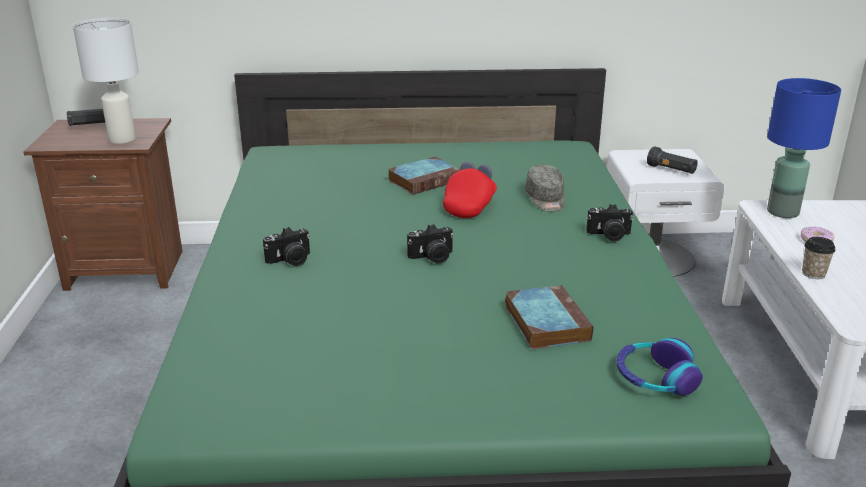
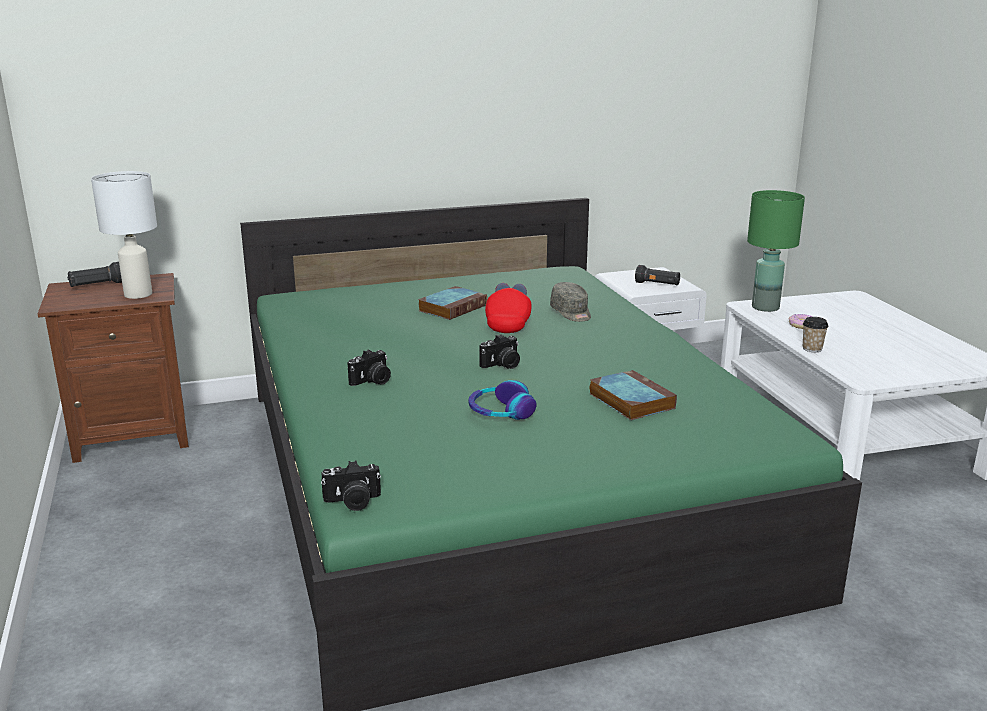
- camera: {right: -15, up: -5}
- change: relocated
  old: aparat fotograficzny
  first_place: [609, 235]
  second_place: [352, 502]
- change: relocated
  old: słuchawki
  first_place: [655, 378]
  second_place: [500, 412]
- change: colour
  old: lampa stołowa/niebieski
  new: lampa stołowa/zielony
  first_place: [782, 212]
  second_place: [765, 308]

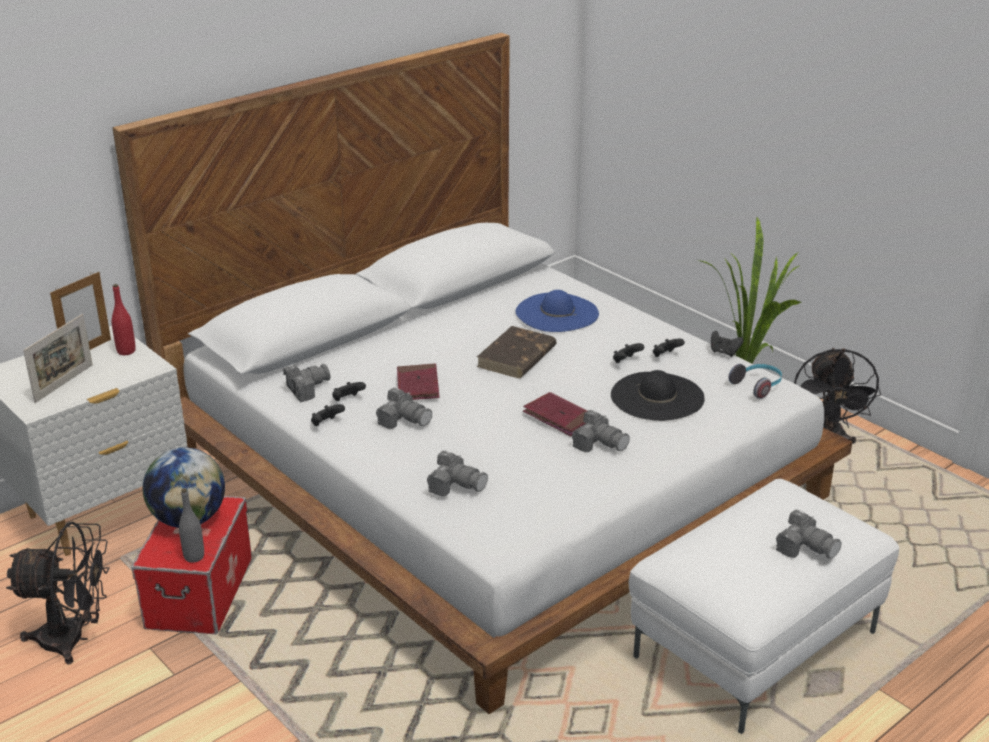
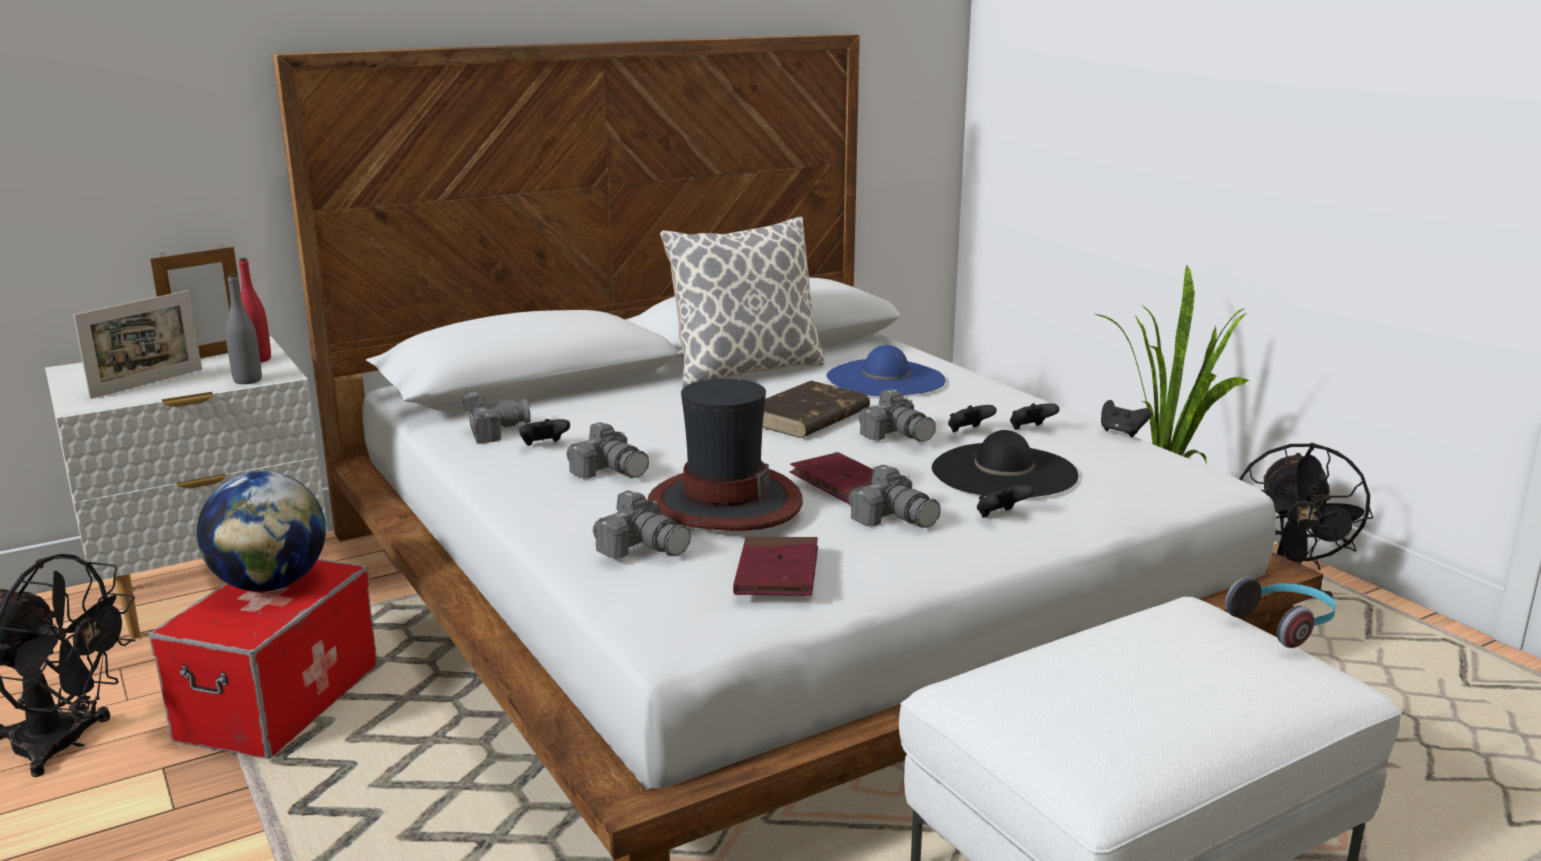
- camera: {right: 10, up: -10}
- change: appeared
  new: kapelusz
  second_place: [724, 503]
- change: appeared
  new: poduszka
  second_place: [745, 371]
- change: relocated
  old: butelka/szary
  first_place: [194, 556]
  second_place: [247, 380]
- change: relocated
  old: pad do gier/czarny
  first_place: [326, 424]
  second_place: [1000, 516]
- change: relocated
  old: książka/czerwony
  first_place: [417, 385]
  second_place: [777, 572]
- change: relocated
  old: słuchawki
  first_place: [757, 386]
  second_place: [1285, 625]
- change: relocated
  old: aparat fotograficzny
  first_place: [806, 547]
  second_place: [897, 434]

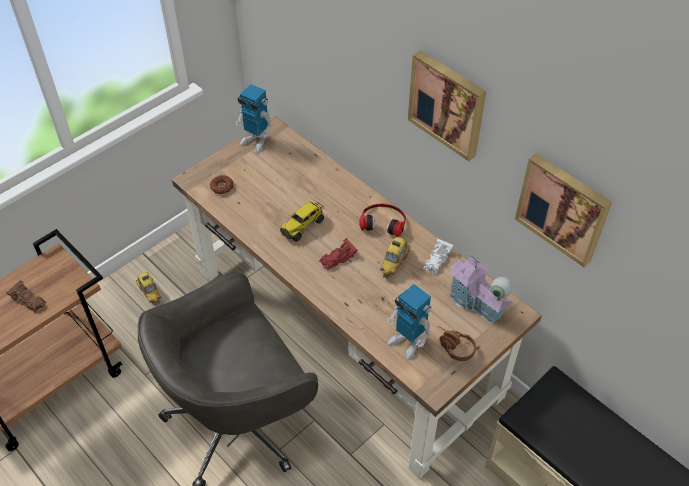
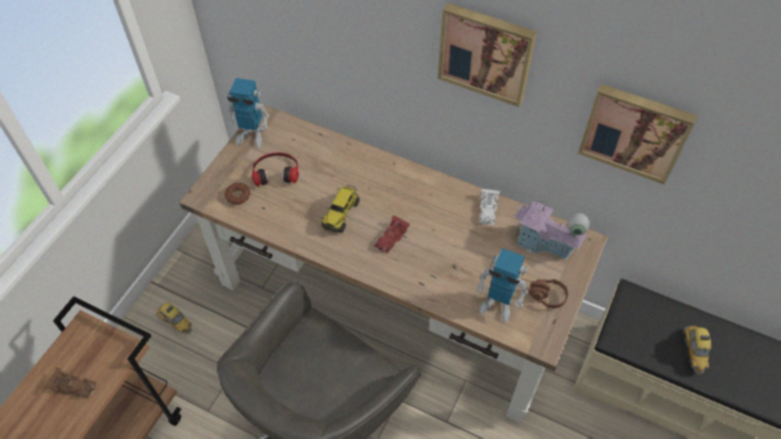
- camera: {right: -20, up: 5}
- change: relocated
  old: słuchawki
  first_place: [383, 221]
  second_place: [276, 171]
- change: relocated
  old: samochodzik
  first_place: [394, 263]
  second_place: [694, 352]

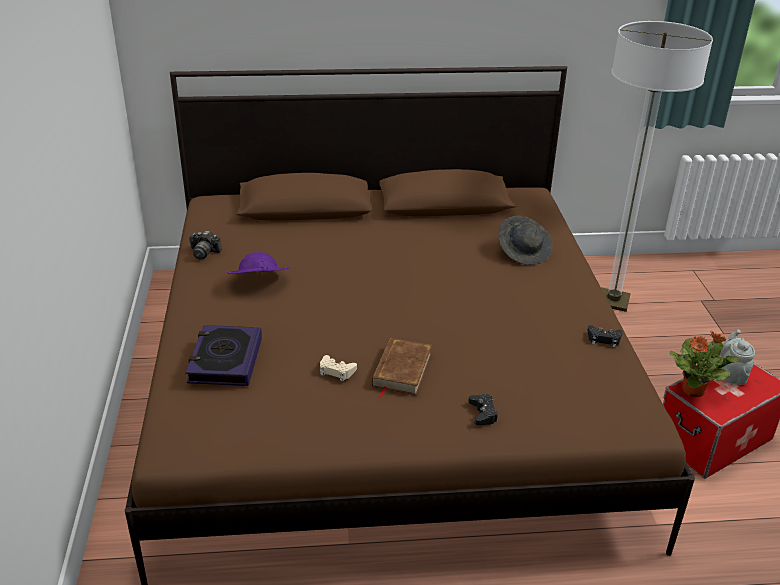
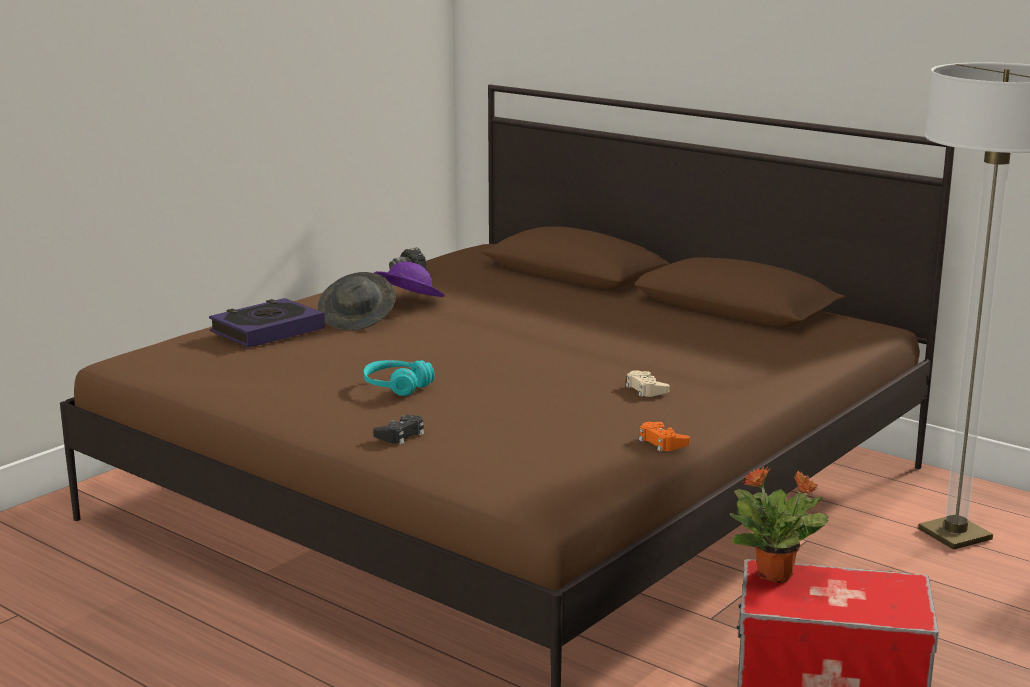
- camera: {right: 45, up: -15}
- change: missing
  old: imbryk/szary
  first_place: [732, 374]
- change: relocated
  old: pad do gier/beżowy
  first_place: [336, 371]
  second_place: [646, 389]
- change: relocated
  old: kapelusz/szary
  first_place: [524, 252]
  second_place: [358, 320]
- change: exchanged
  old: książka/brązowy
  new: słuchawki/turkusowy
  first_place: [401, 370]
  second_place: [397, 387]
- change: colour
  old: pad do gier/czarny
  new: pad do gier/pomarańczowy
  first_place: [604, 339]
  second_place: [662, 442]

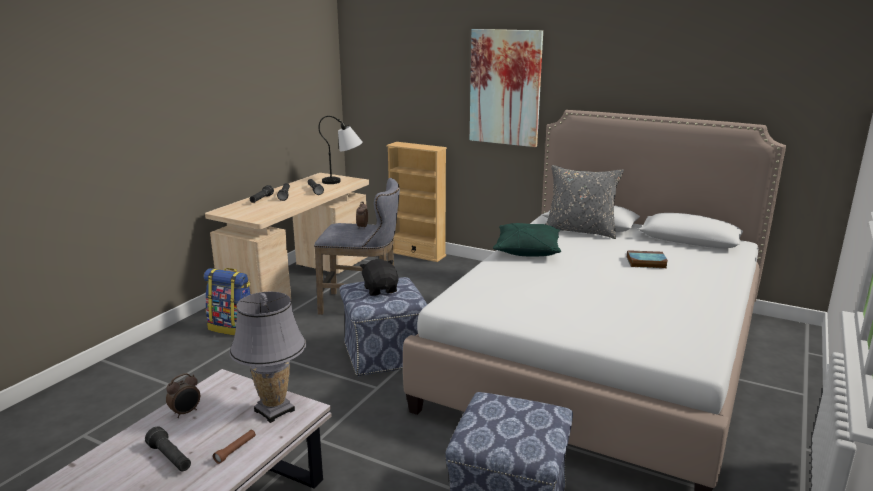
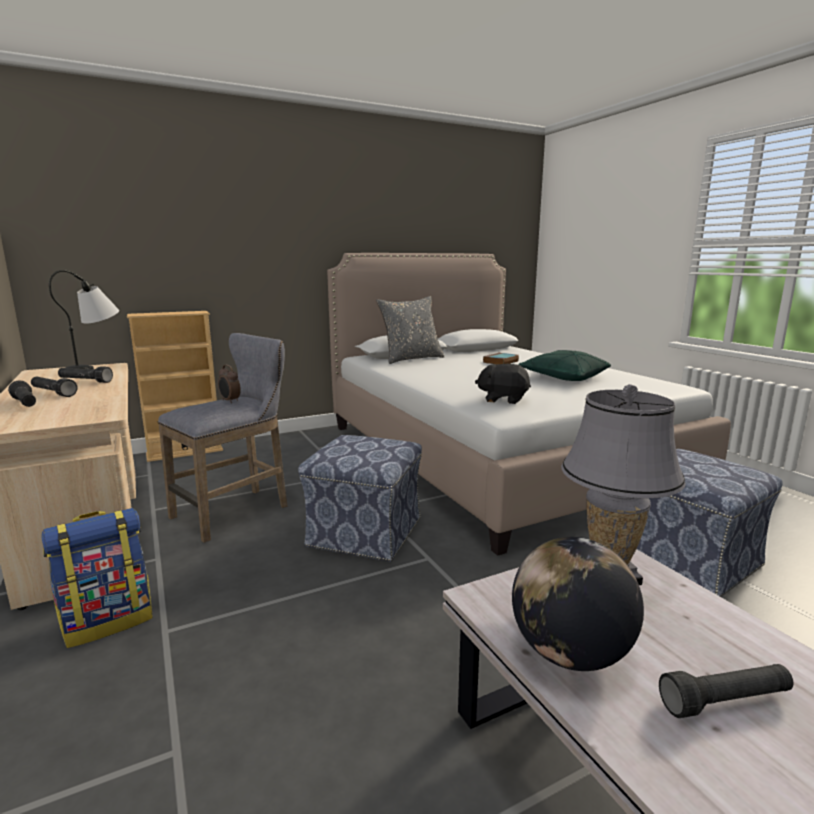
- camera: {right: -55, up: -5}
- change: missing
  old: latarka/brązowy
  first_place: [235, 450]
- change: missing
  old: obraz
  first_place: [505, 88]
- change: relocated
  old: pluszak/czarny
  first_place: [381, 290]
  second_place: [503, 399]
- change: relocated
  old: poduszka/zielony
  first_place: [527, 250]
  second_place: [563, 378]
- change: exchanged
  old: budzik
  new: globus
  first_place: [186, 412]
  second_place: [570, 654]

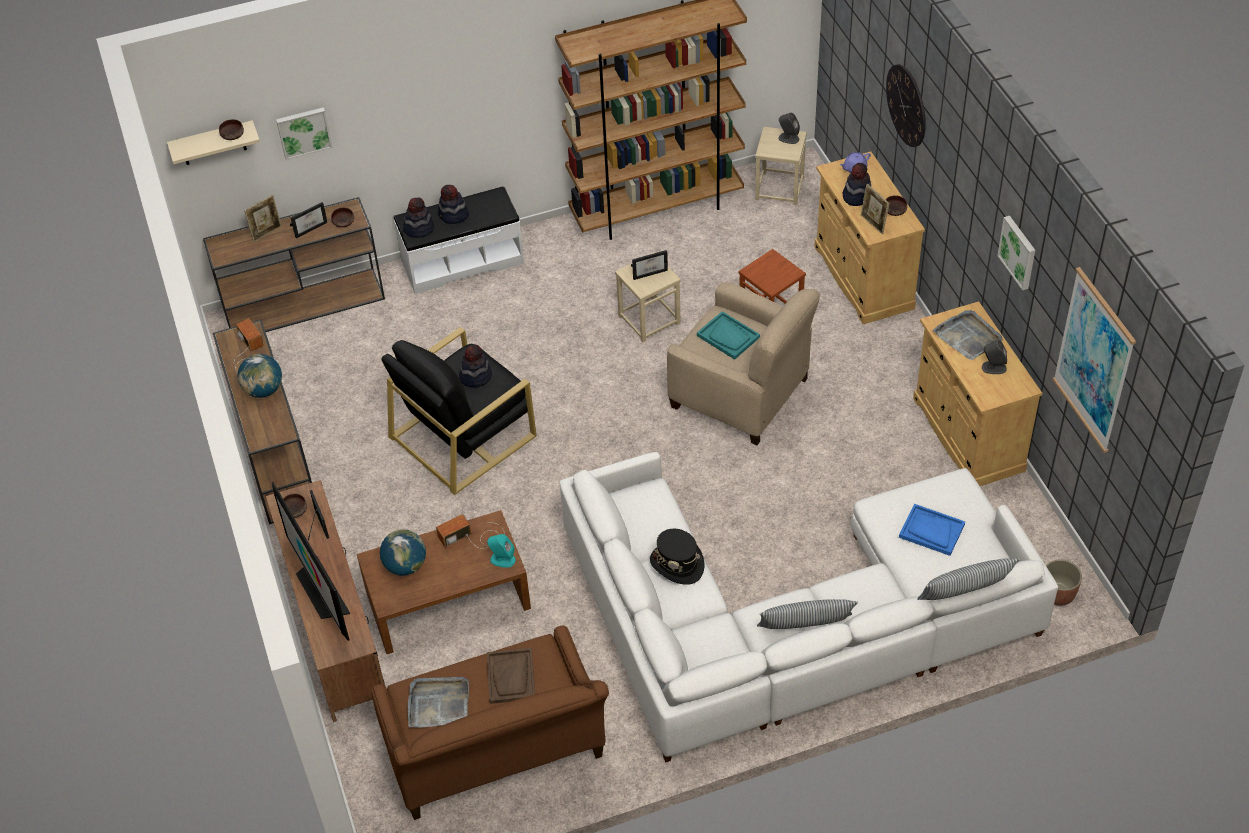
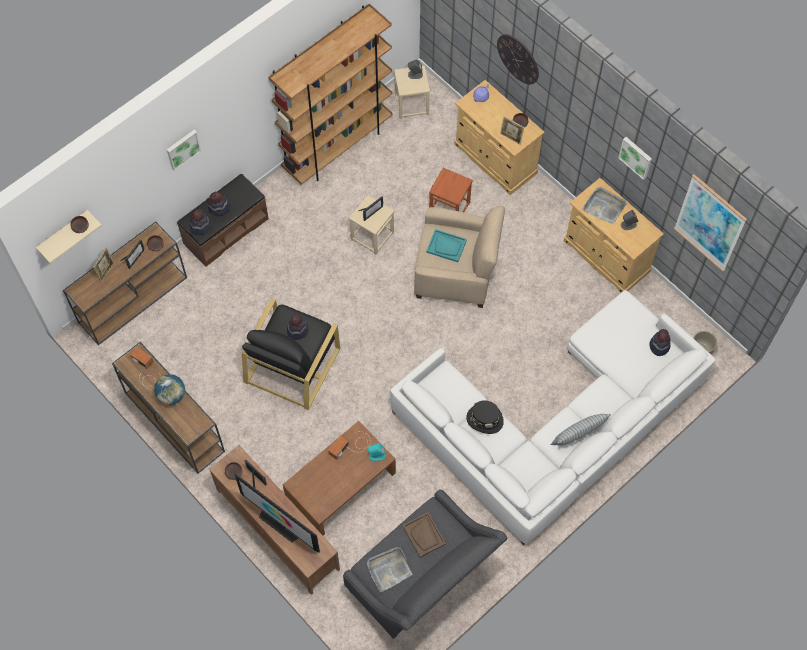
- camera: {right: -25, up: 15}
- change: missing
  old: globus
  first_place: [405, 566]
- change: missing
  old: taca/niebieski
  first_place: [931, 531]
- change: missing
  old: poduszka
  first_place: [965, 592]
- change: relocated
  old: obraz
  first_place: [304, 132]
  second_place: [182, 149]
- change: relocated
  old: kapelusz
  first_place: [856, 196]
  second_place: [659, 346]
- change: colour
  old: kanapa/brązowy
  new: kanapa/szary
  first_place: [497, 756]
  second_place: [422, 579]
- change: colour
  old: ławka/biały
  new: ławka/brązowy
  first_place: [462, 262]
  second_place: [225, 230]

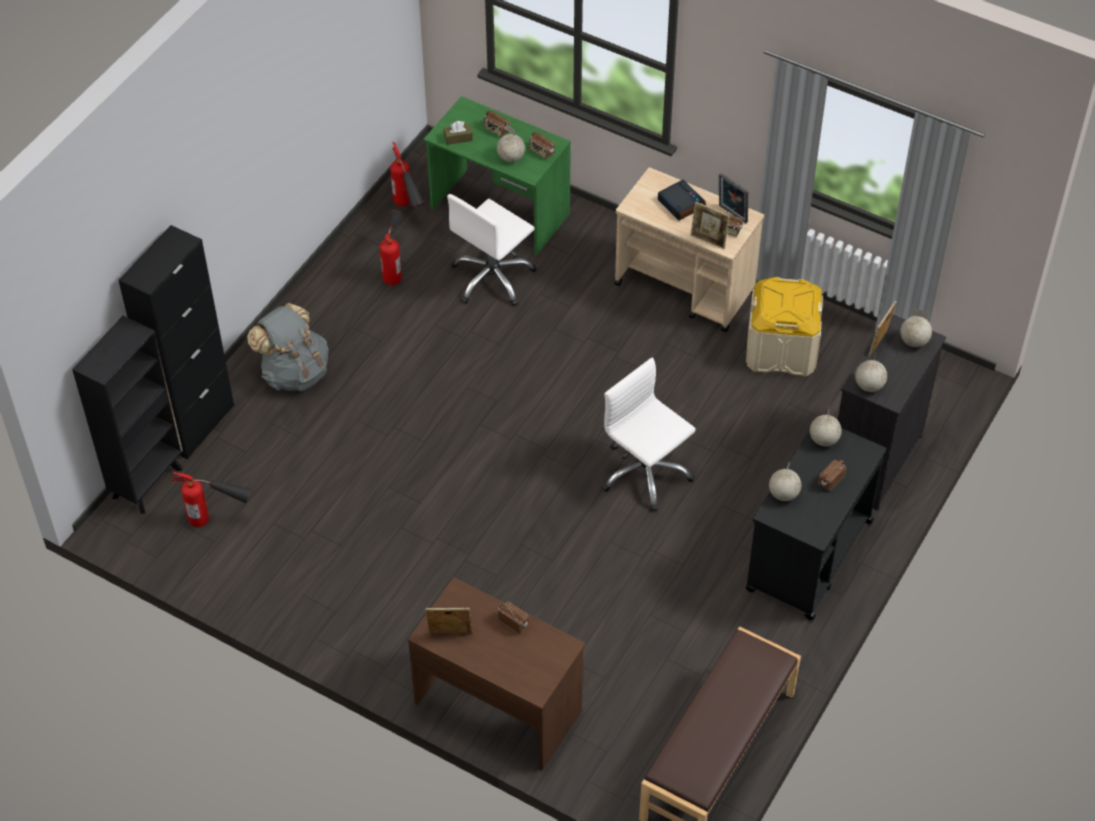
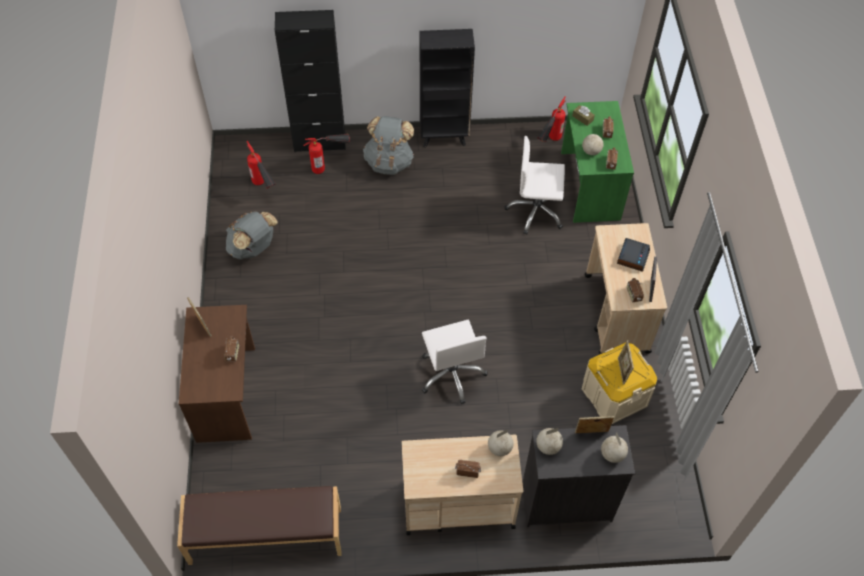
- camera: {right: 55, up: 5}
- change: missing
  old: globus
  first_place: [783, 494]
- change: appeared
  new: plecak/szary
  second_place: [253, 248]
- change: relocated
  old: regał/czarny
  first_place: [148, 482]
  second_place: [444, 137]
- change: relocated
  old: gaśnica
  first_place: [394, 265]
  second_place: [329, 164]
- change: relocated
  old: ramka na zdjęcie
  first_place: [708, 241]
  second_place: [622, 371]
- change: colour
  old: wózek/czarny
  new: wózek/beżowy
  first_place: [808, 556]
  second_place: [457, 504]
- change: spun
  old: krzesło biurowe/biały
  first_place: [645, 473]
  second_place: [452, 374]
  degrees: 150

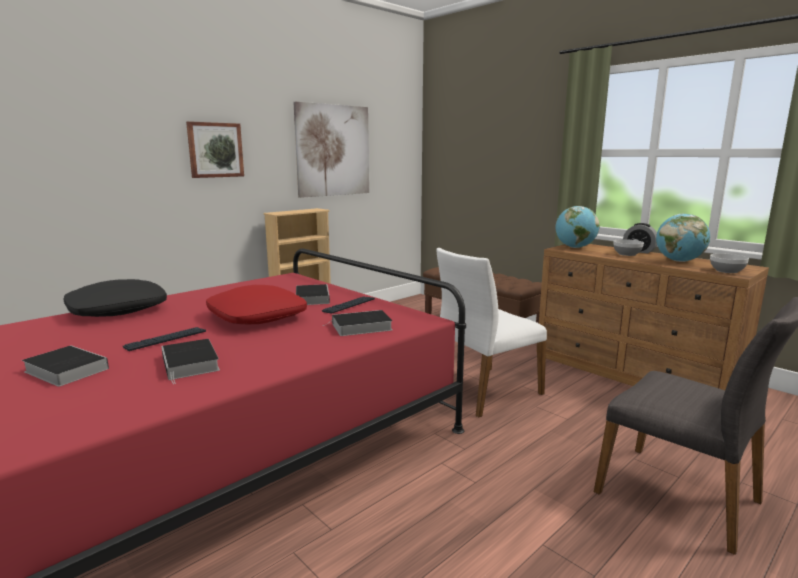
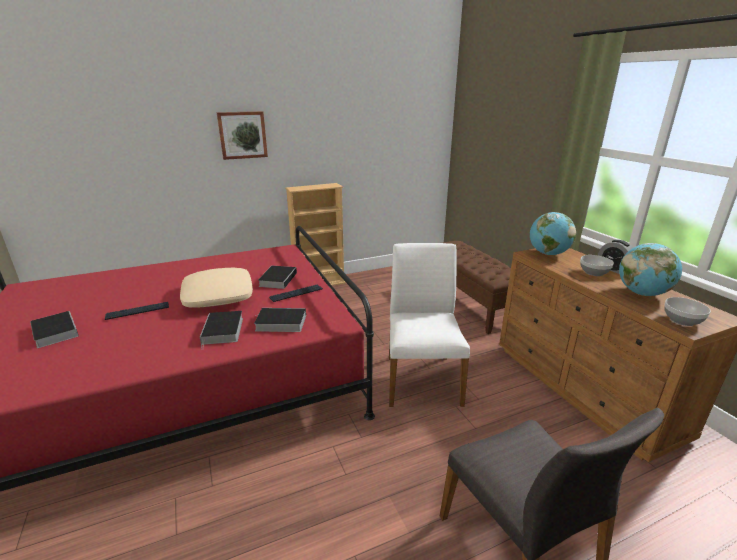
- camera: {right: 20, up: 10}
- change: missing
  old: poduszka/czarny
  first_place: [118, 309]
- change: missing
  old: obraz
  first_place: [333, 150]
- change: relocated
  old: książka
  first_place: [191, 364]
  second_place: [223, 331]
- change: colour
  old: poduszka/czerwony
  new: poduszka/beżowy
  first_place: [256, 317]
  second_place: [218, 296]
- change: spun
  old: krzesło/biały
  first_place: [484, 391]
  second_place: [421, 379]
  degrees: 105

